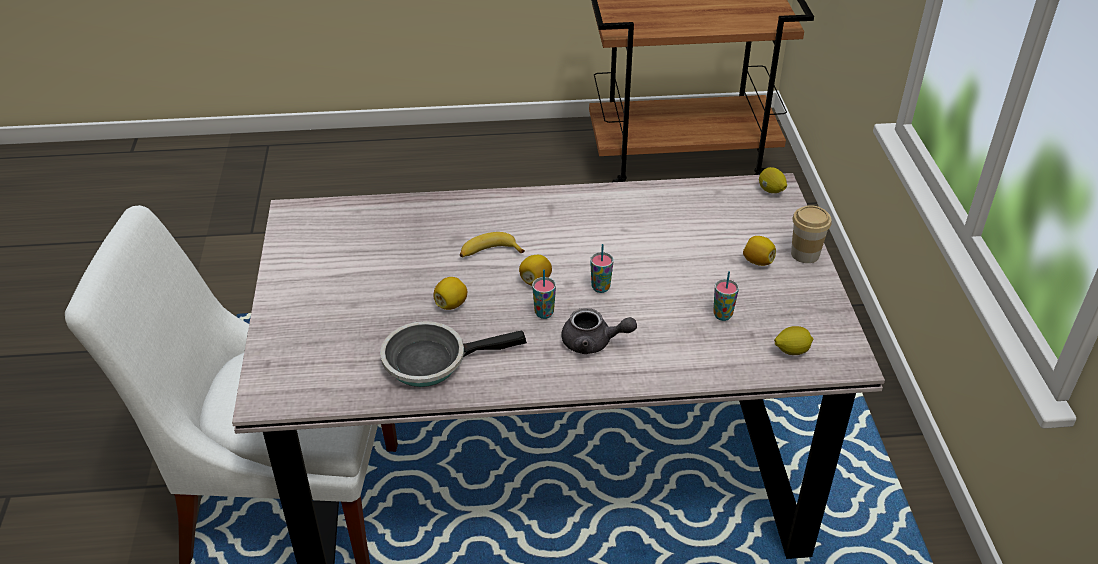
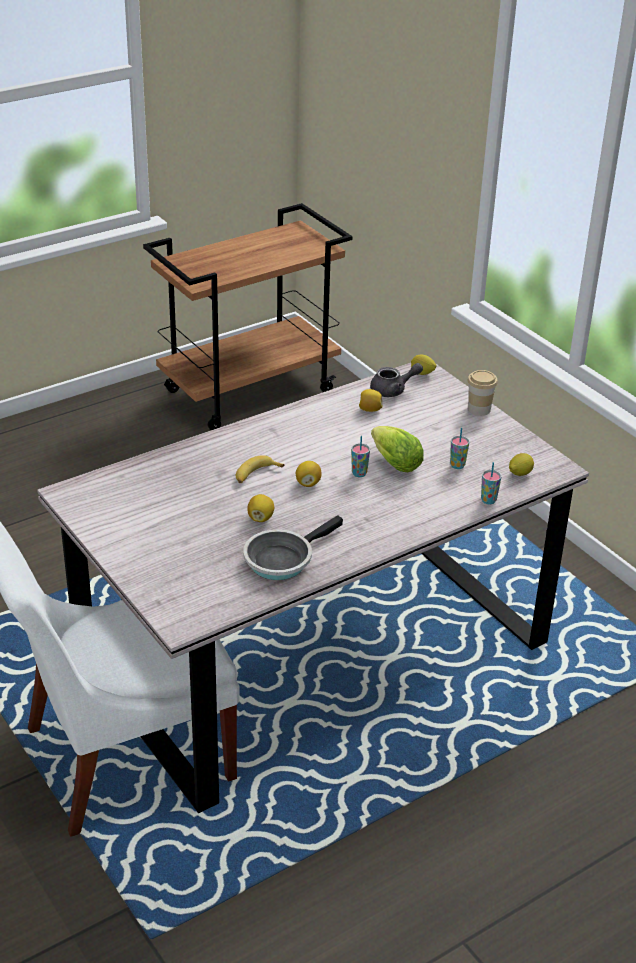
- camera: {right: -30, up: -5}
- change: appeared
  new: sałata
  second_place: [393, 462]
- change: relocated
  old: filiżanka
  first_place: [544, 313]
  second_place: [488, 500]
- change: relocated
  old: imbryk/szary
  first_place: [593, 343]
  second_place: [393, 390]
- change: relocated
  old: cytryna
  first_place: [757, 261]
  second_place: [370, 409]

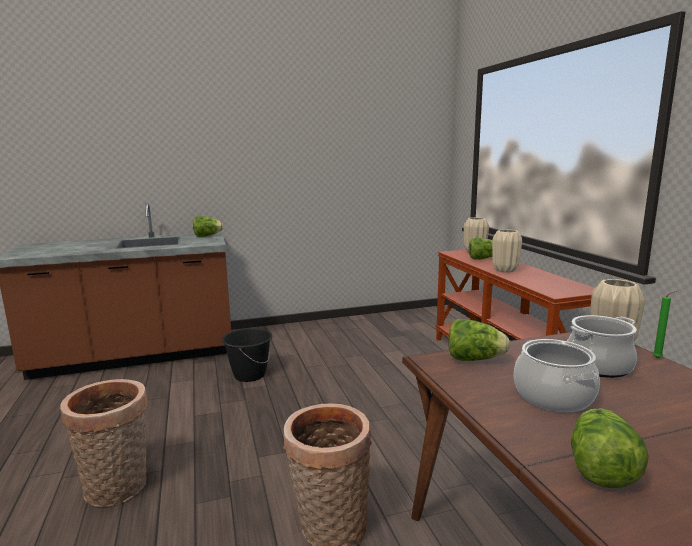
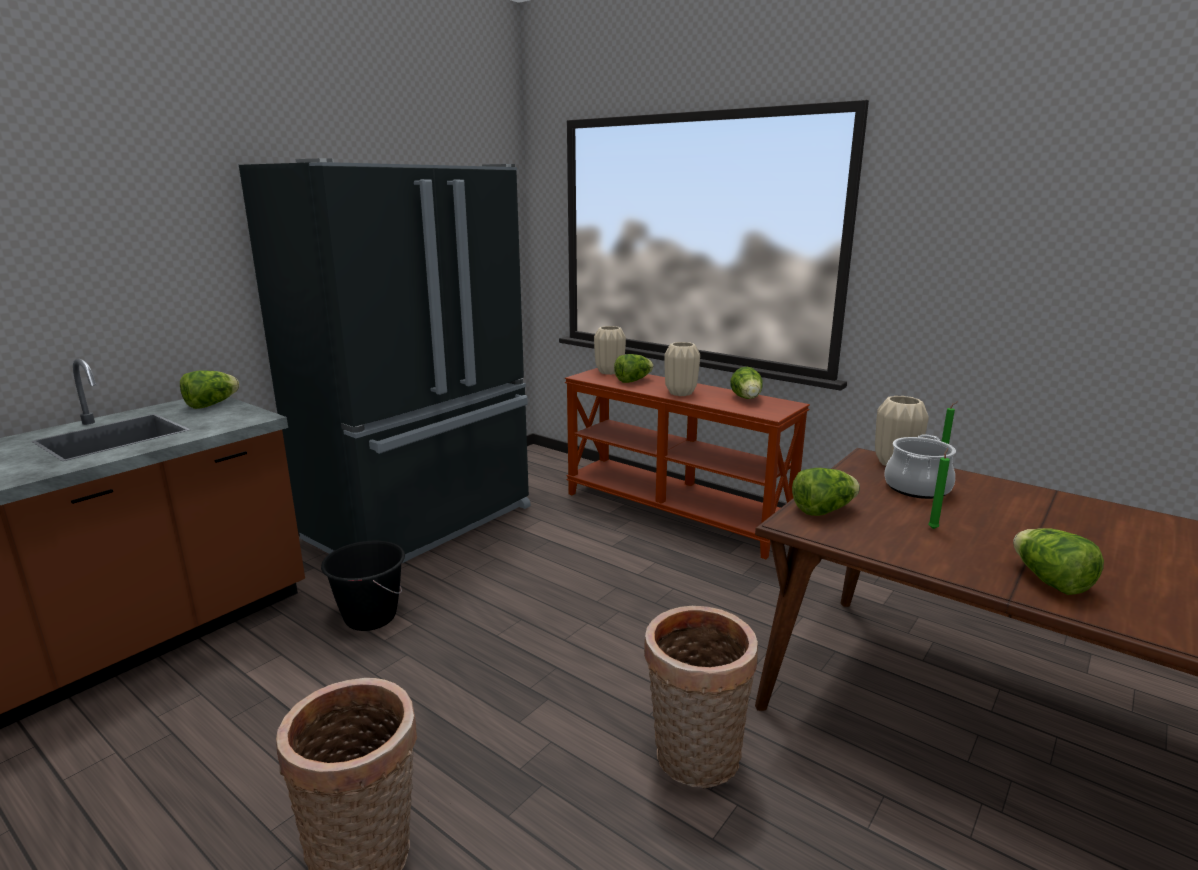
- camera: {right: -35, up: 5}
- change: appeared
  new: lodówka/czarny
  second_place: [424, 523]
- change: appeared
  new: sałata
  second_place: [747, 399]
- change: exchanged
  old: garnek
  new: świeca/zielony
  first_place: [554, 396]
  second_place: [933, 528]

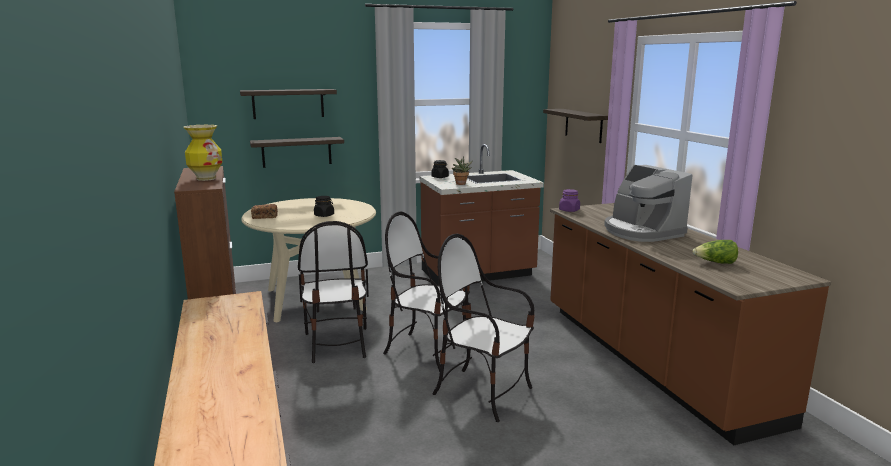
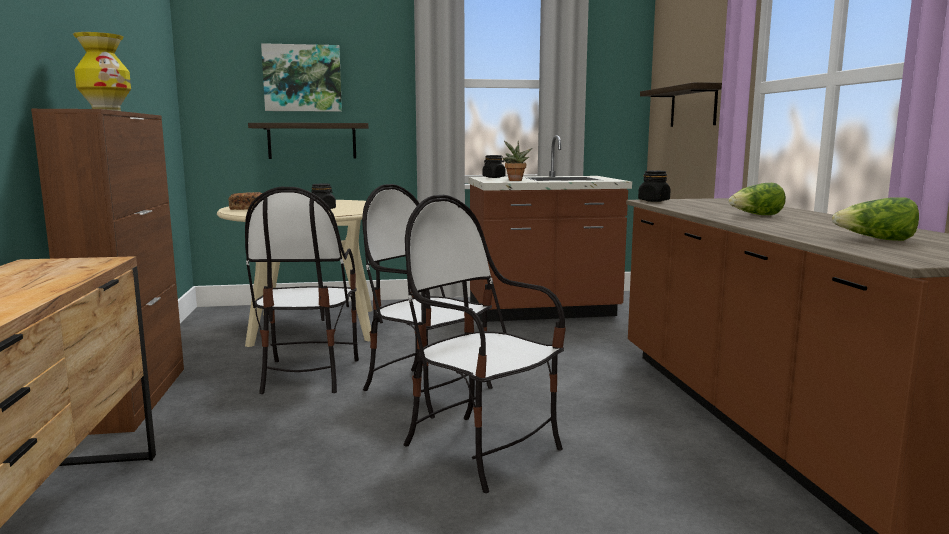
- camera: {right: 10, up: -5}
- change: exchanged
  old: półka
  new: obraz
  first_place: [288, 103]
  second_place: [302, 78]
- change: exchanged
  old: ekspres do kawy
  new: sałata
  first_place: [641, 232]
  second_place: [756, 215]
- change: colour
  old: słoik/fioletowy
  new: słoik/czarny
  first_place: [569, 210]
  second_place: [653, 201]

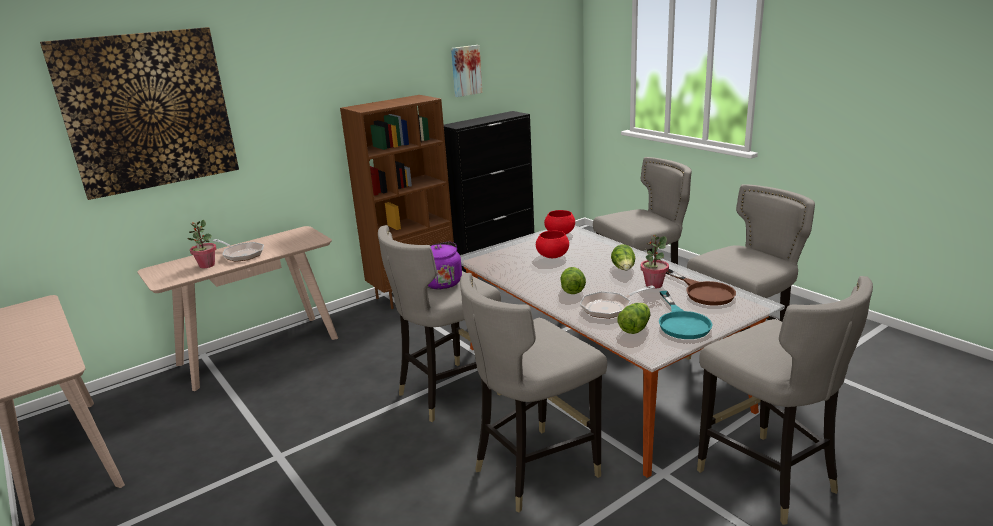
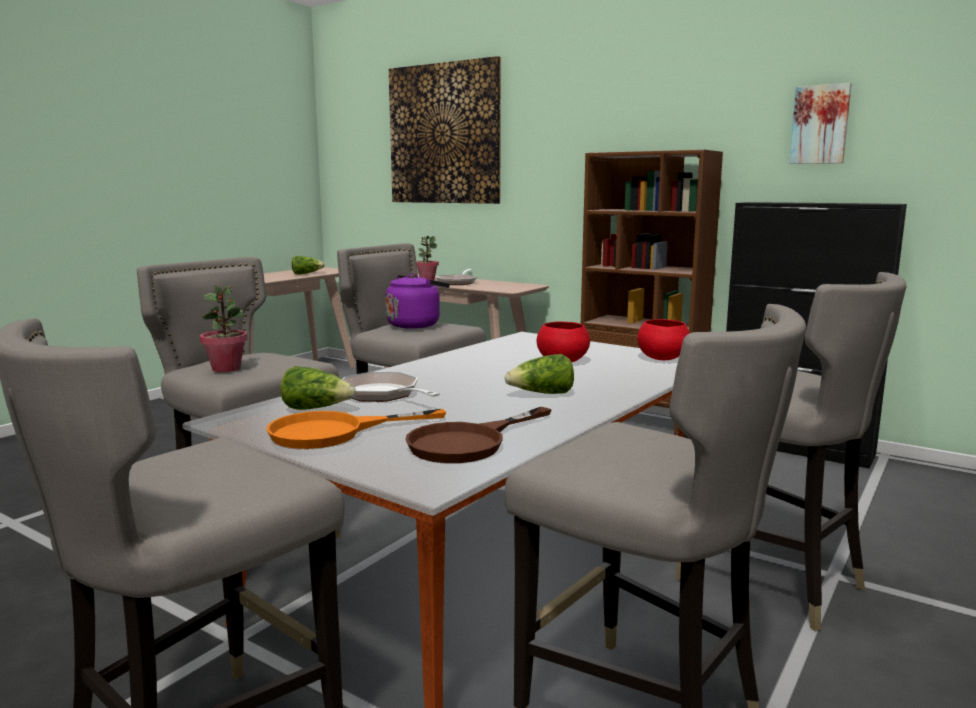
- camera: {right: 70, up: -10}
- change: relocated
  old: sałata
  first_place: [572, 289]
  second_place: [306, 274]
- change: relocated
  old: roślina doniczkowa
  first_place: [653, 285]
  second_place: [226, 369]
- change: colour
  old: patelnia/turkusowy
  new: patelnia/pomarańczowy
  first_place: [681, 322]
  second_place: [334, 432]

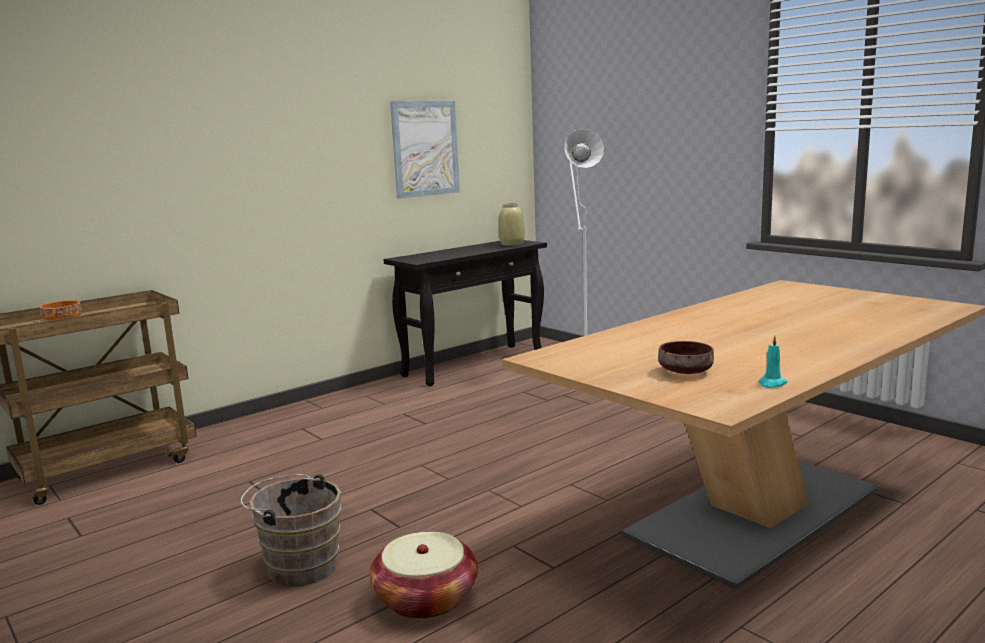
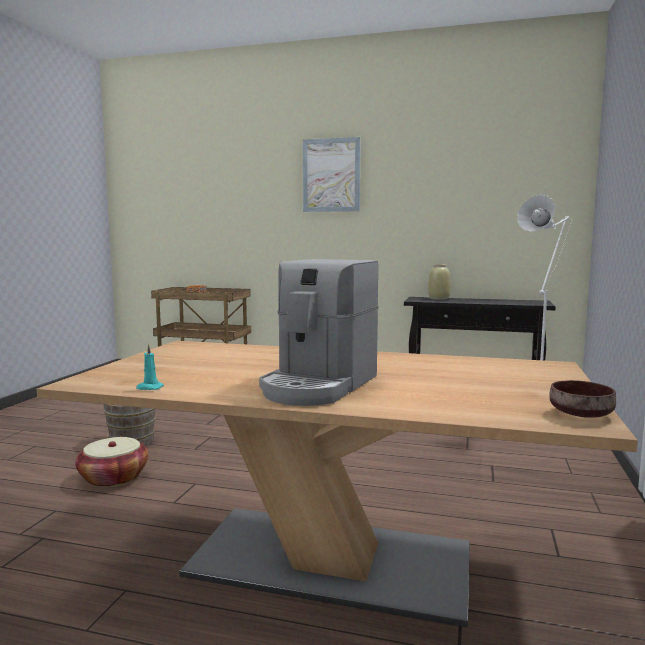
- camera: {right: 55, up: -5}
- change: appeared
  new: ekspres do kawy
  second_place: [319, 386]
- change: relocated
  old: obraz
  first_place: [425, 148]
  second_place: [331, 175]
- change: relocated
  old: wazon/beżowy
  first_place: [512, 244]
  second_place: [439, 298]
- change: relocated
  old: miska/brązowy
  first_place: [687, 371]
  second_place: [582, 415]

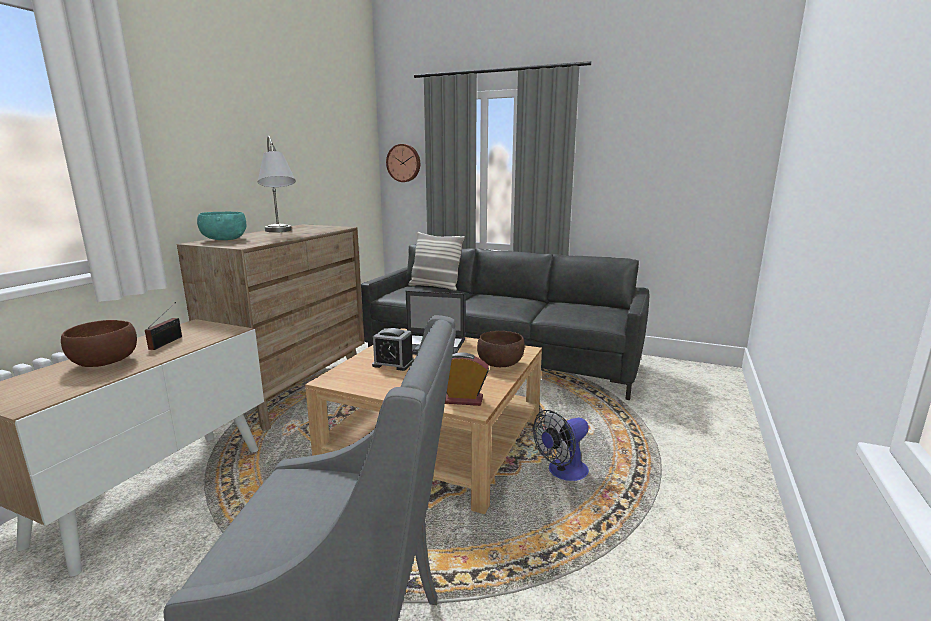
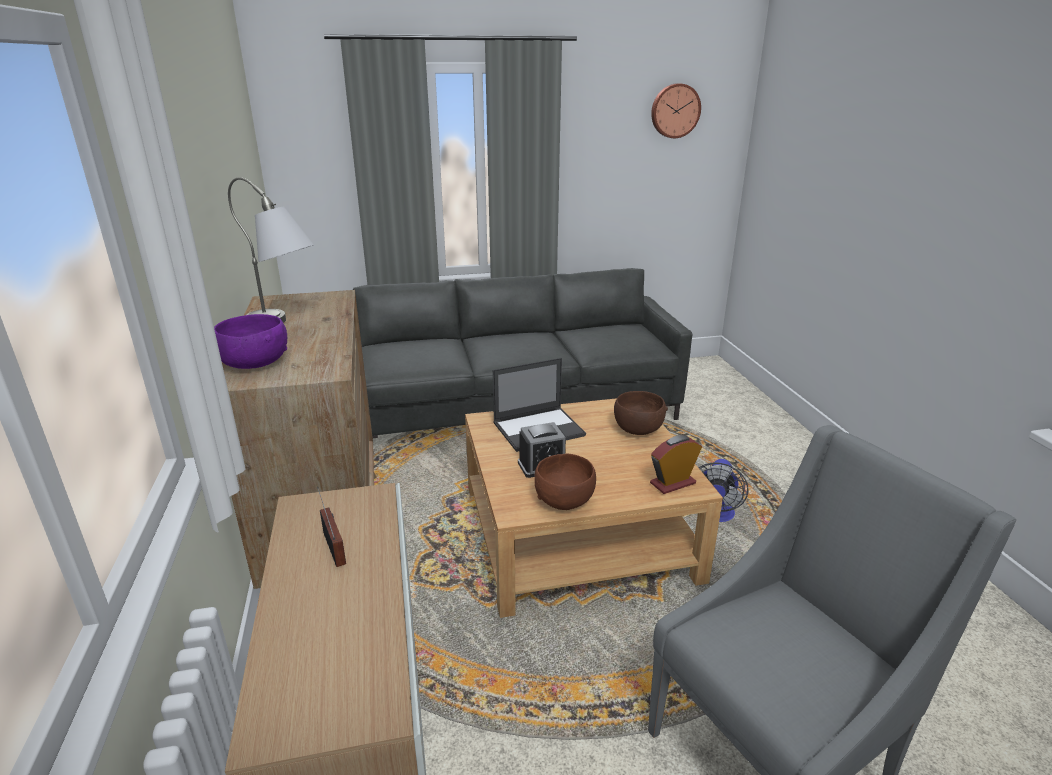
- camera: {right: -35, up: 10}
- change: missing
  old: poduszka
  first_place: [435, 287]
- change: relocated
  old: miska/brązowy
  first_place: [105, 362]
  second_place: [565, 500]
- change: relocated
  old: zegar ścienny
  first_place: [404, 163]
  second_place: [675, 111]
- change: colour
  old: miska/turkusowy
  new: miska/fioletowy
  first_place: [224, 240]
  second_place: [254, 364]

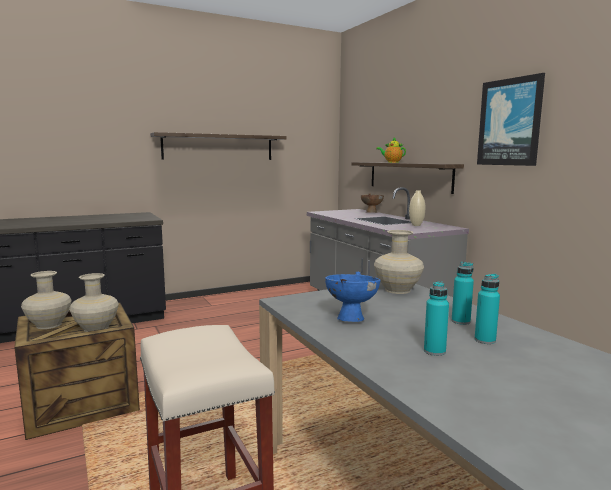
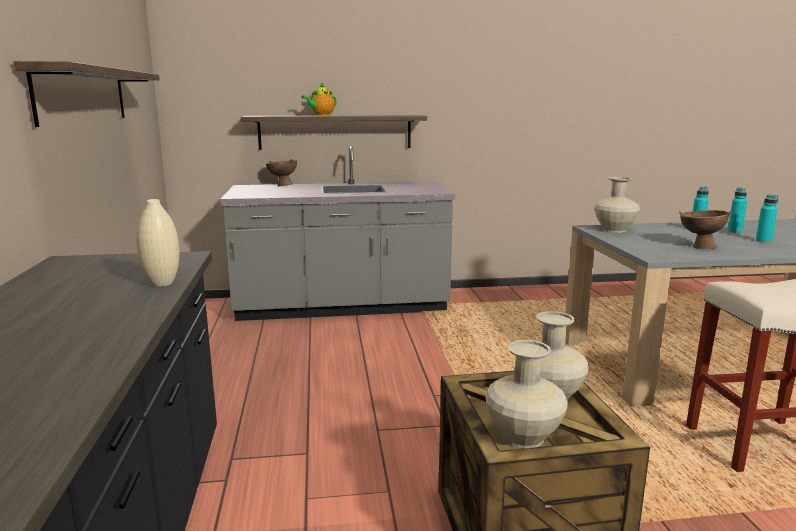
- camera: {right: -70, up: 5}
- change: missing
  old: obraz
  first_place: [510, 122]
- change: relocated
  old: wazon/beżowy
  first_place: [416, 225]
  second_place: [162, 283]
- change: colour
  old: miska/niebieski
  new: miska/brązowy
  first_place: [351, 317]
  second_place: [699, 246]

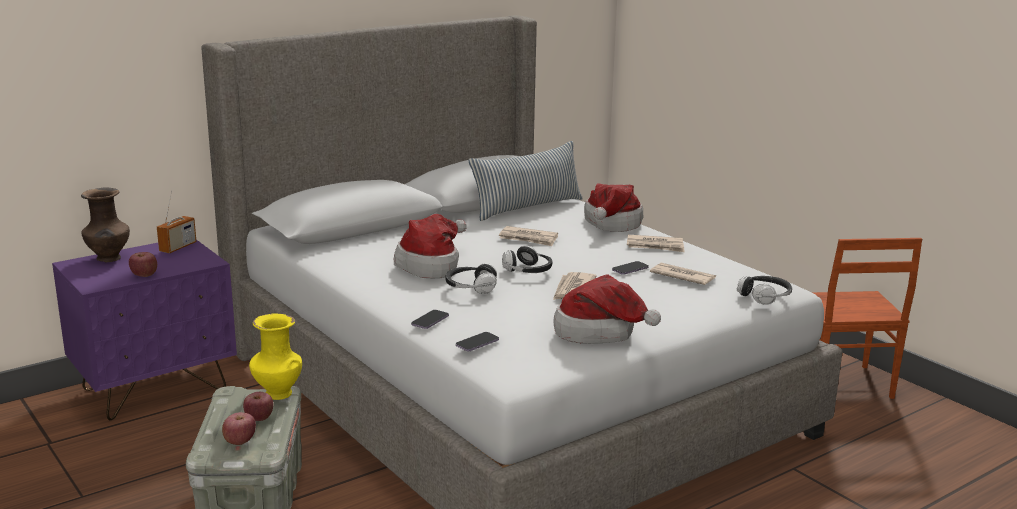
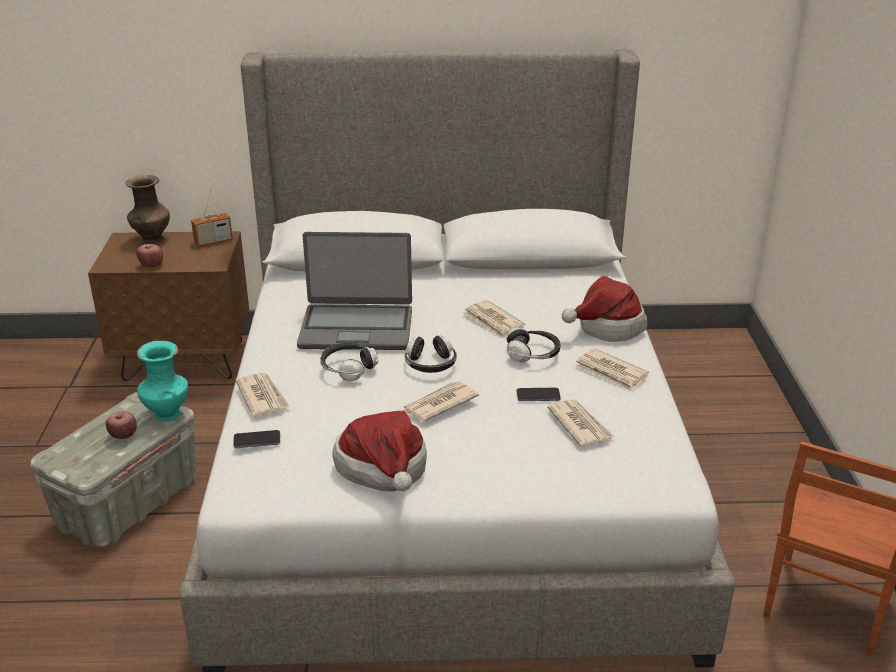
- camera: {right: 35, up: 10}
- change: missing
  old: jabłko
  first_place: [239, 441]
- change: missing
  old: poduszka
  first_place: [527, 207]
- change: relocated
  old: słuchawki
  first_place: [764, 297]
  second_place: [533, 354]
- change: exchanged
  old: kapelusz
  new: laptop
  first_place: [431, 265]
  second_place: [356, 328]
- change: exchanged
  old: telefon
  new: gazeta
  first_place: [430, 321]
  second_place: [262, 397]
- change: colour
  old: szafka nocna/fioletowy
  new: szafka nocna/brązowy
  first_place: [155, 389]
  second_place: [185, 361]
- change: colour
  old: wazon/żółty
  new: wazon/turkusowy
  first_place: [277, 393]
  second_place: [166, 414]

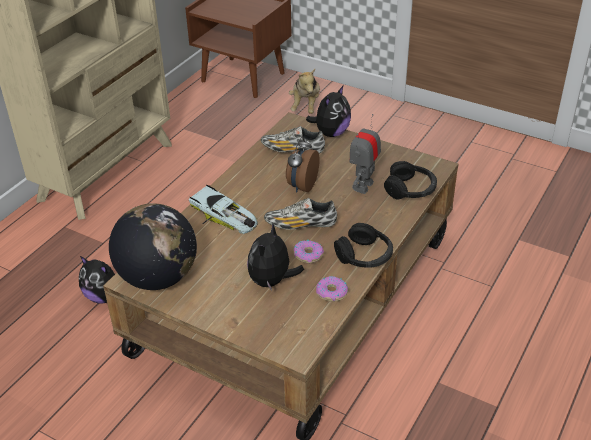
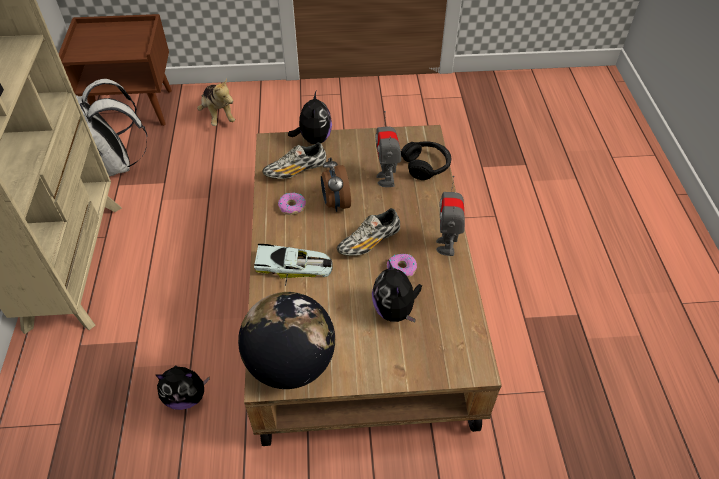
- camera: {right: -35, up: 10}
- change: appeared
  new: plecak/biały
  second_place: [117, 164]
- change: relocated
  old: donut
  first_place: [331, 292]
  second_place: [292, 207]
- change: exchanged
  old: słuchawki/czarny
  new: robot zabawkowy
  first_place: [364, 256]
  second_place: [446, 246]

